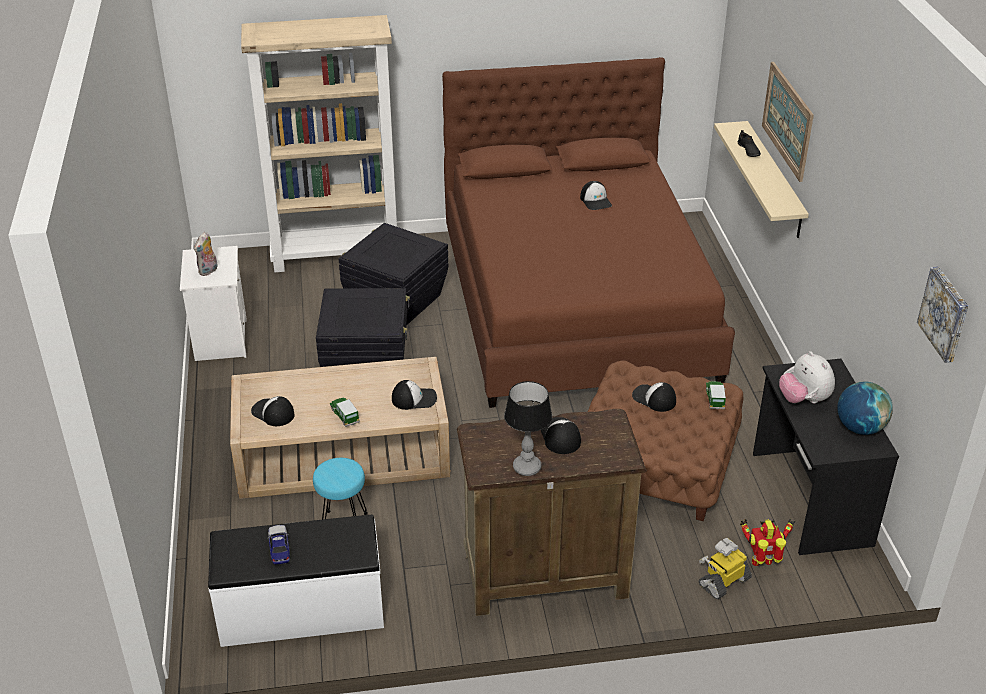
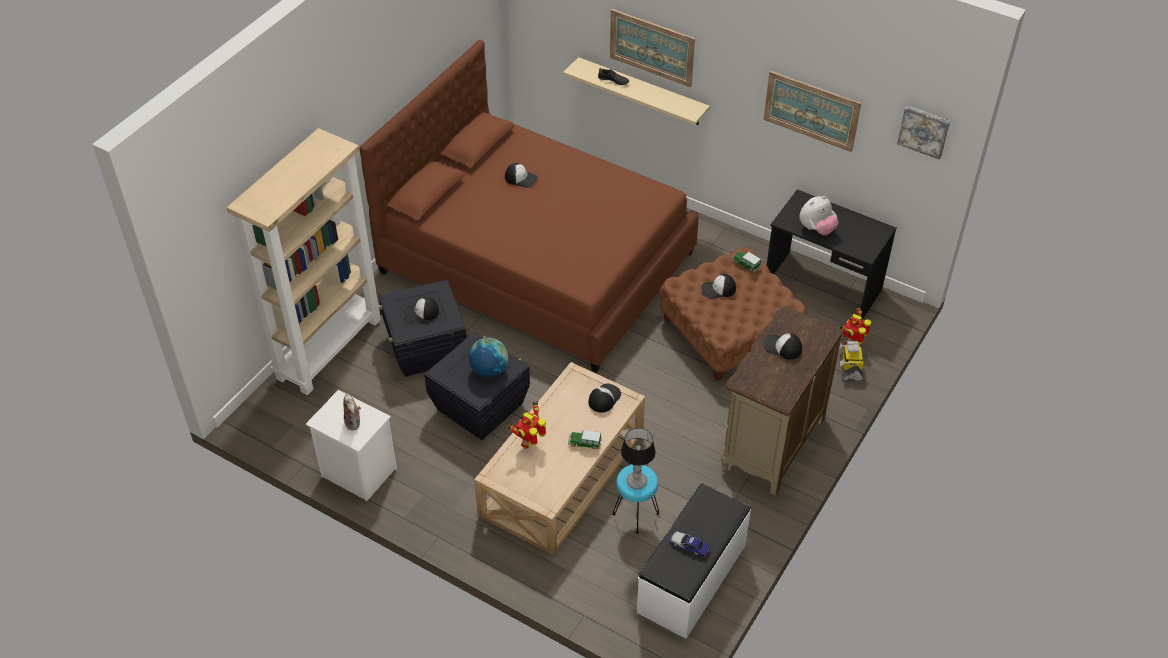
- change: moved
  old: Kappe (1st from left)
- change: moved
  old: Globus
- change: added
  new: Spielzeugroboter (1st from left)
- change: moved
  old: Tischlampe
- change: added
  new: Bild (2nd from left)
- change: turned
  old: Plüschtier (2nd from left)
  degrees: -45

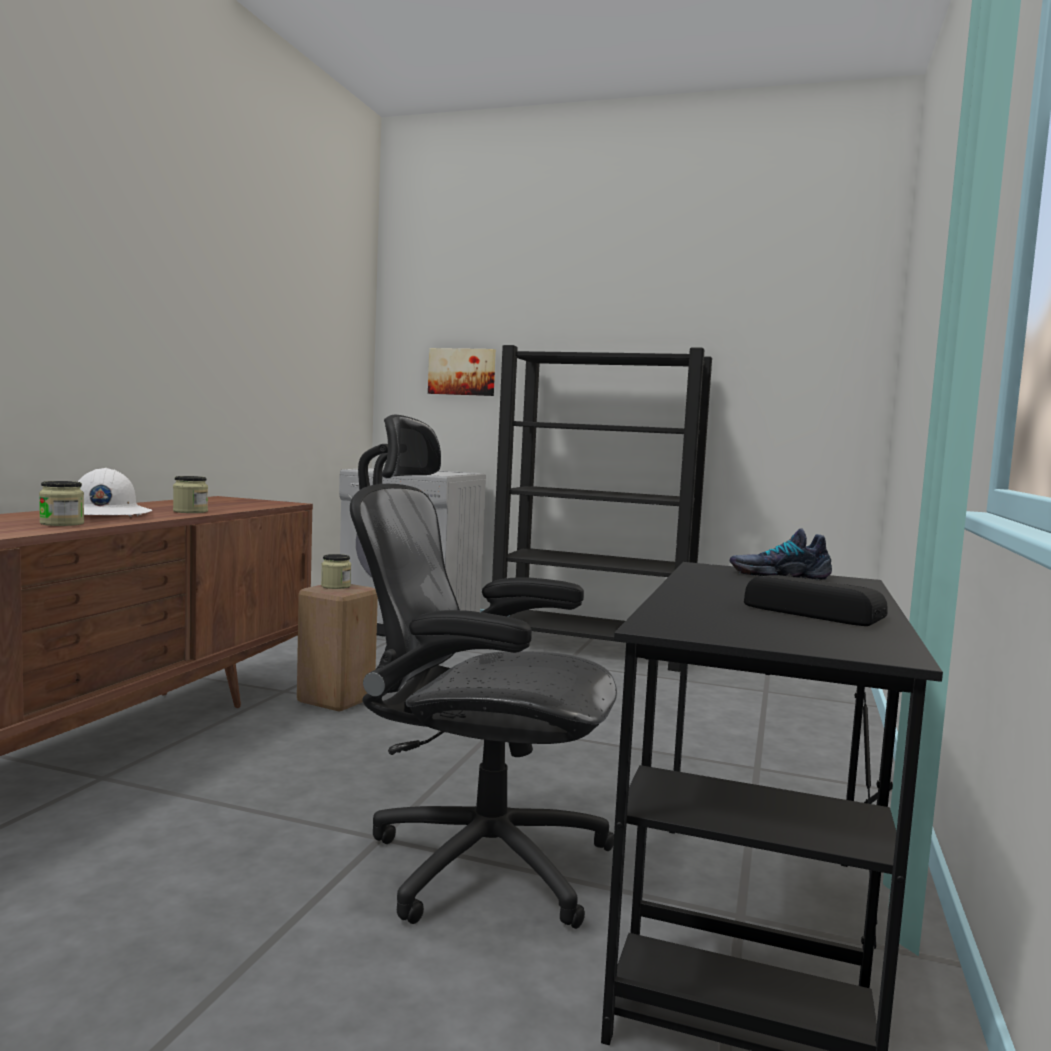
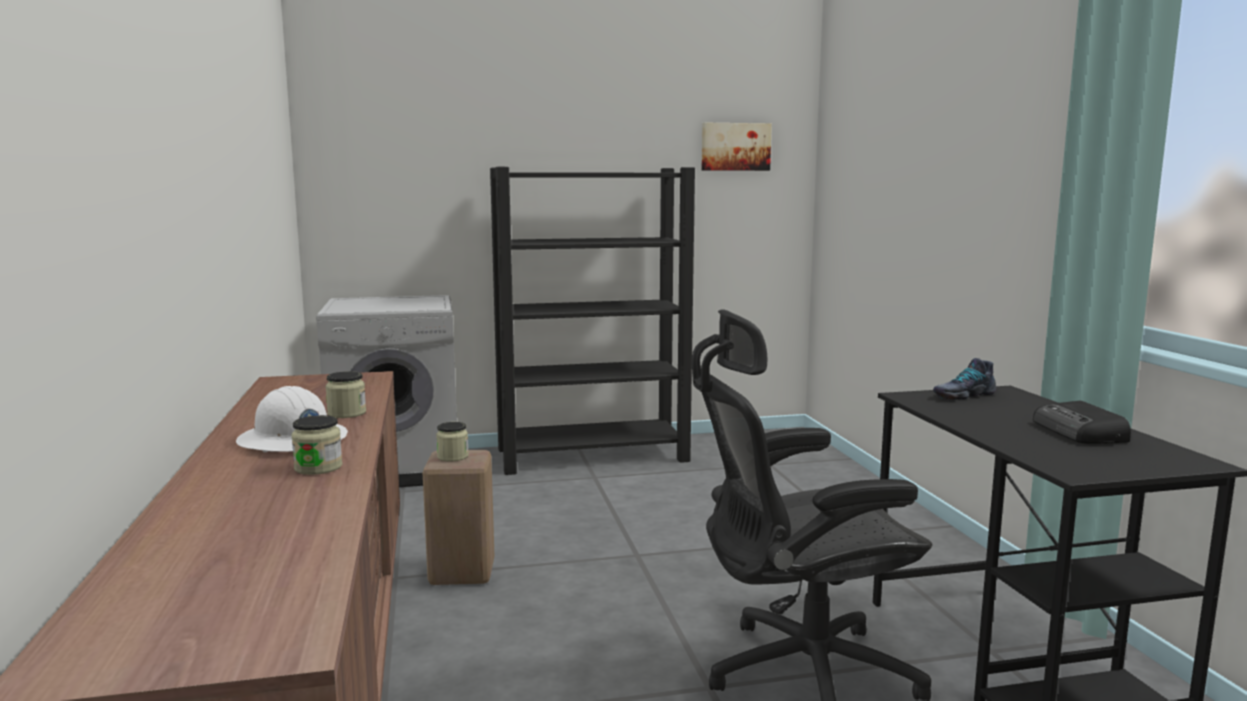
- change: moved
  old: Bild
- change: turned
  old: Radio
  degrees: -105

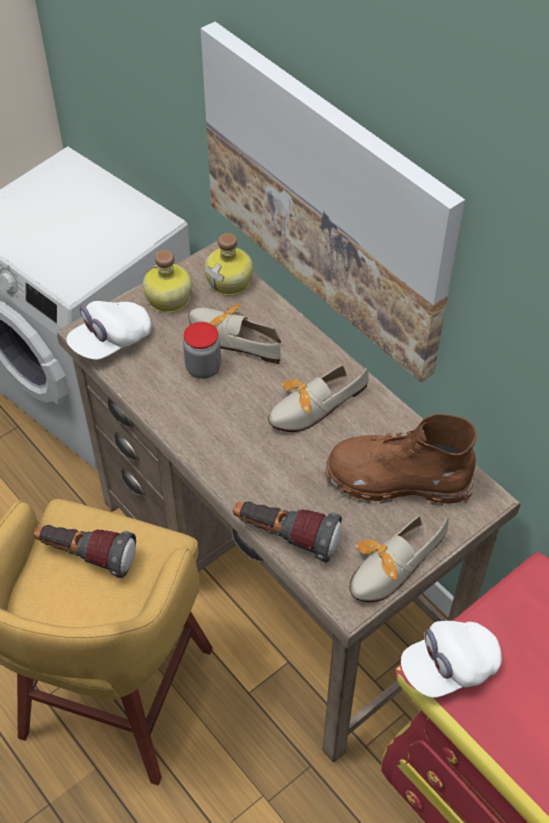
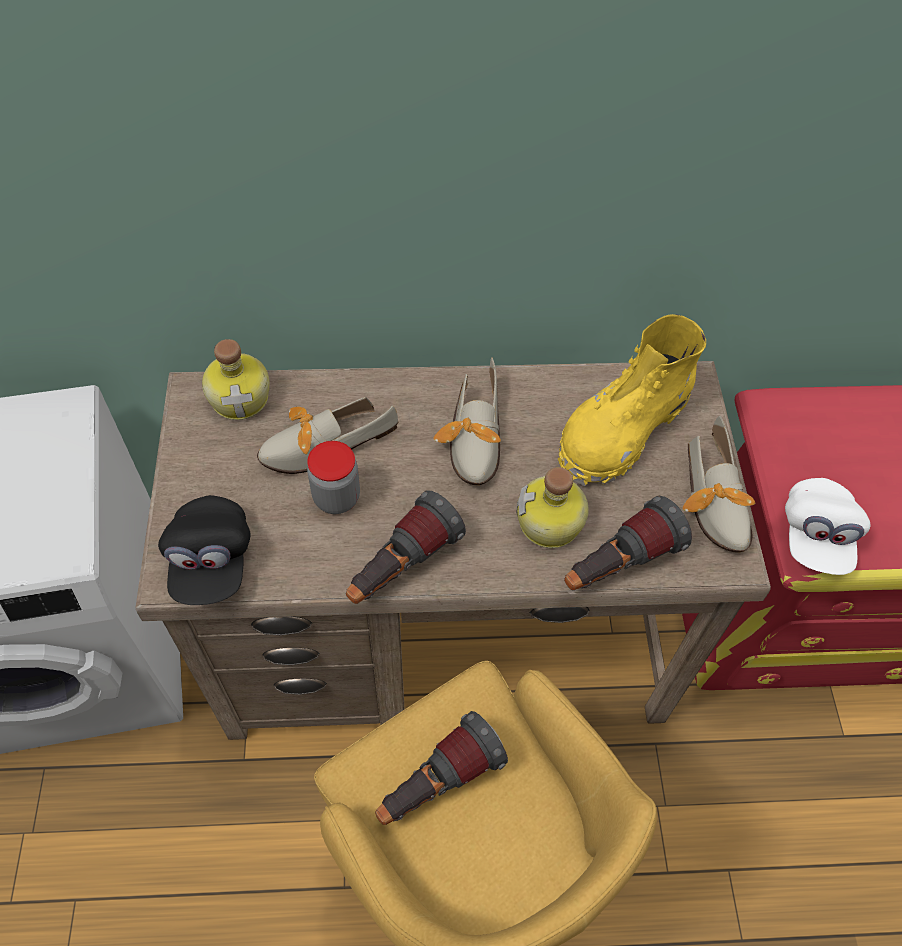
- change: recoloured
  old: Kappe (weiß) (1st from left)
  new: Kappe (schwarz)
- change: added
  new: Taschenlampe (1st from left)
- change: moved
  old: Flasche (1st from left in the first image)
  new: Flasche (2nd from left)
- change: recoloured
  old: Stiefel (braun)
  new: Stiefel (gelb)
- change: removed
  old: Bild

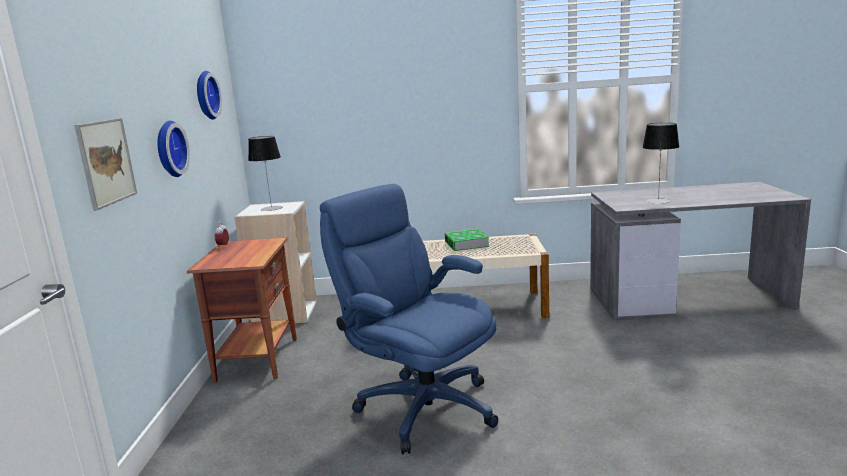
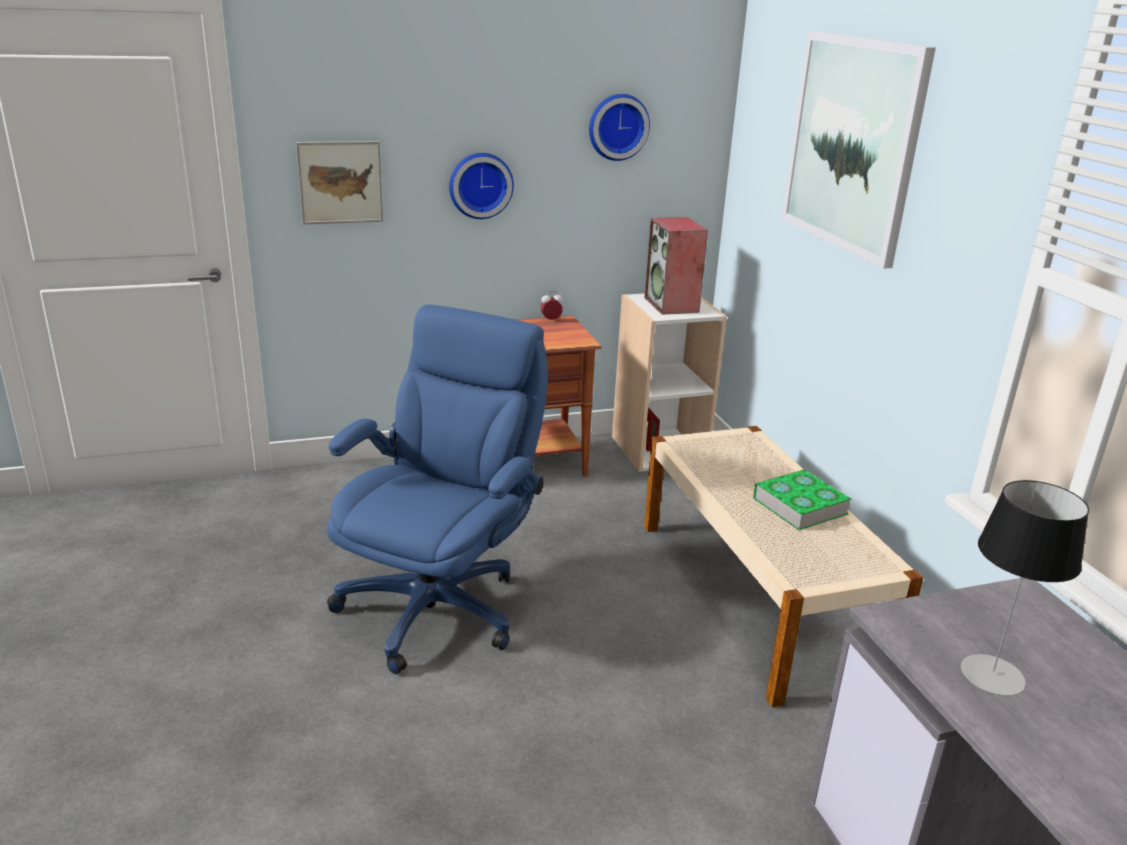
- change: replaced
  old: Tischlampe (1st from left)
  new: Lautsprecher
- change: added
  new: Bild (2nd from left)

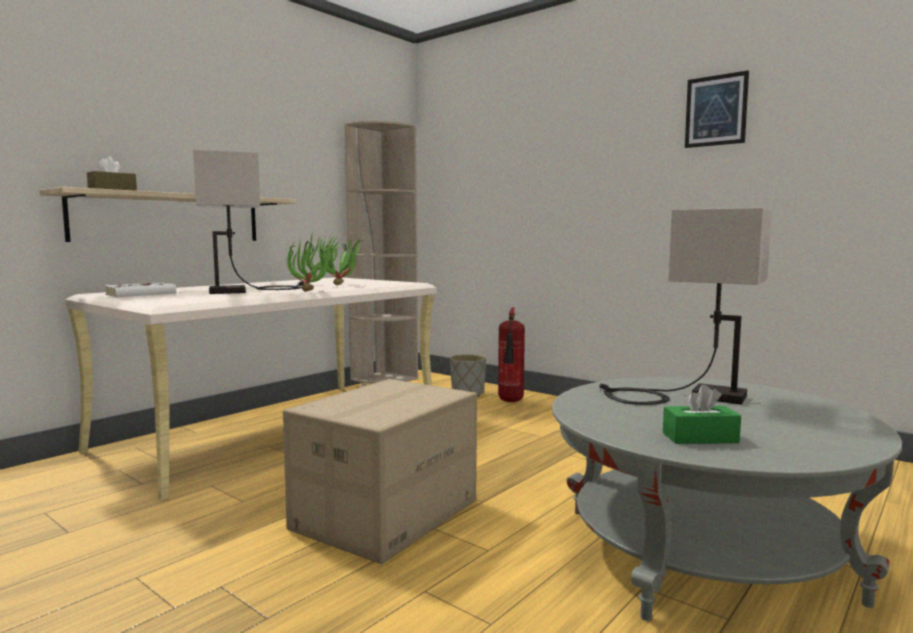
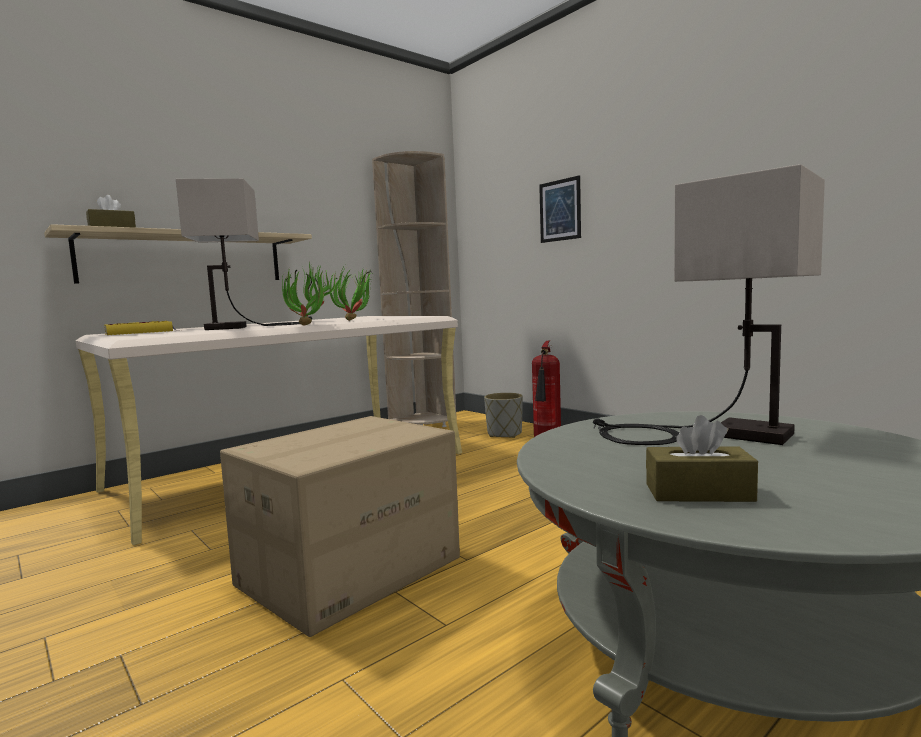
- change: recoloured
  old: Buch (weiß)
  new: Buch (gelb)
- change: moved
  old: Bild
- change: recoloured
  old: Taschentuchbox (grün)
  new: Taschentuchbox (braun) (2nd from left)

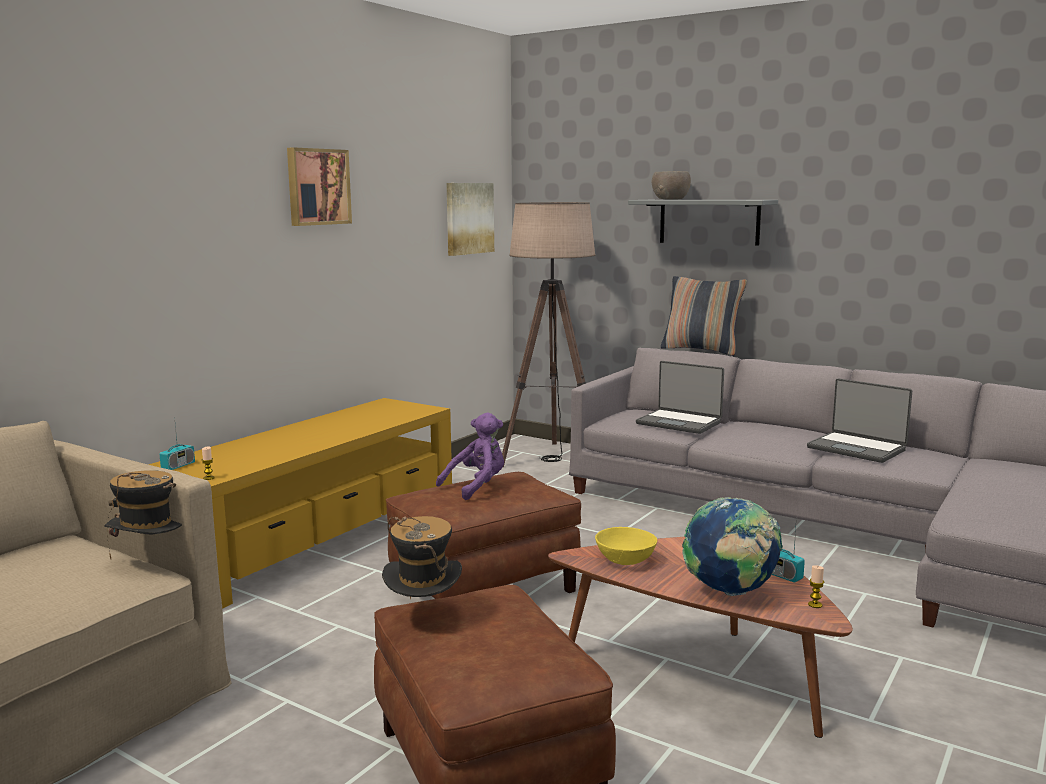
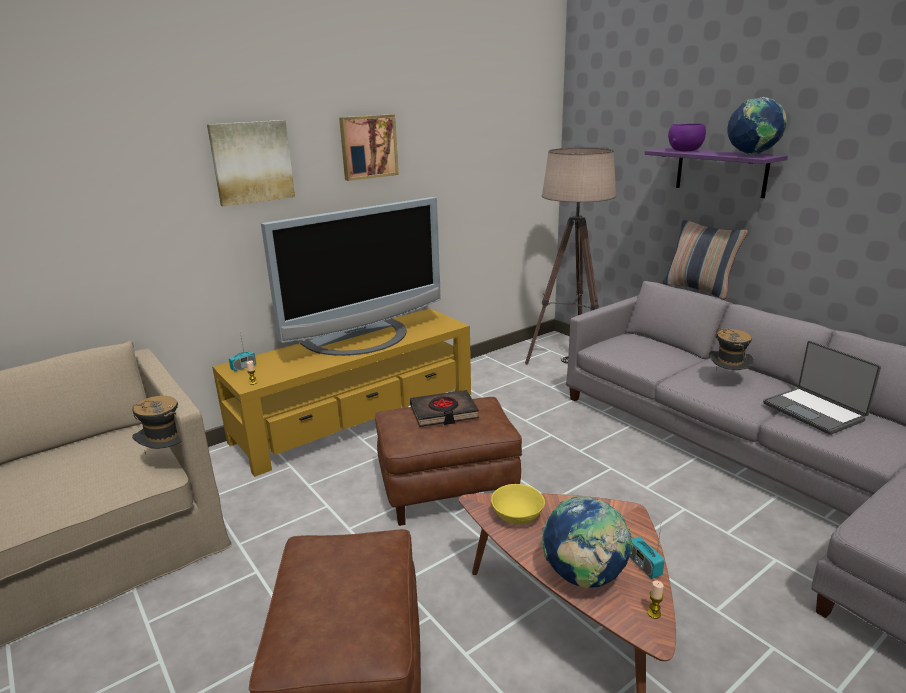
- change: moved
  old: Bild (2nd from left in the first image)
  new: Bild (1st from left)
- change: added
  new: Fernseher
- change: replaced
  old: Plüschtier (lila)
  new: Buch (schwarz)
- change: recoloured
  old: Wandregal (grau)
  new: Wandregal (lila)
- change: recoloured
  old: Schüssel (grau)
  new: Schüssel (lila)
- change: moved
  old: Hut (2nd from left)
- change: added
  new: Globus (2nd from left)
- change: removed
  old: Laptop (1st from left)

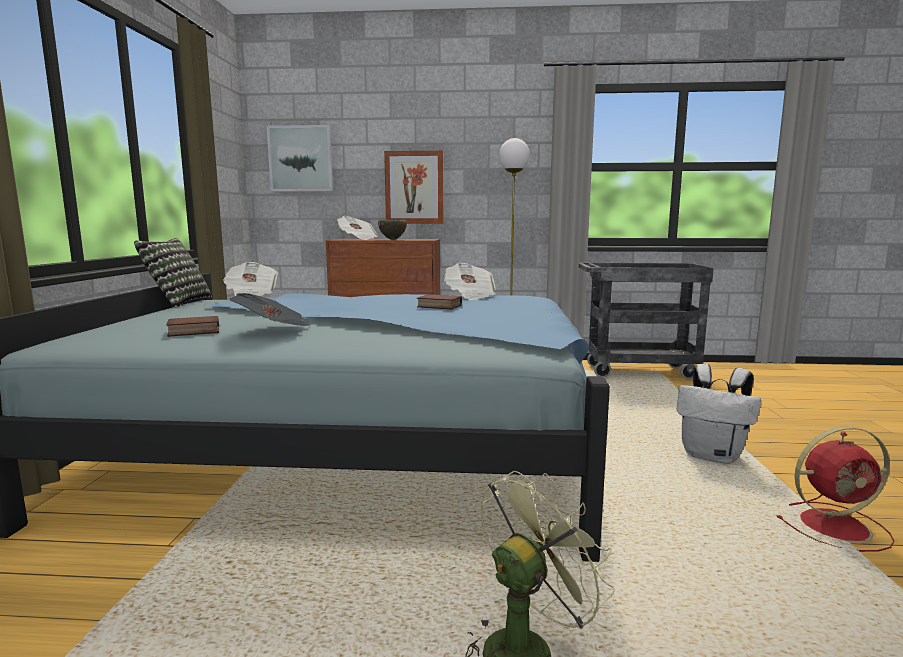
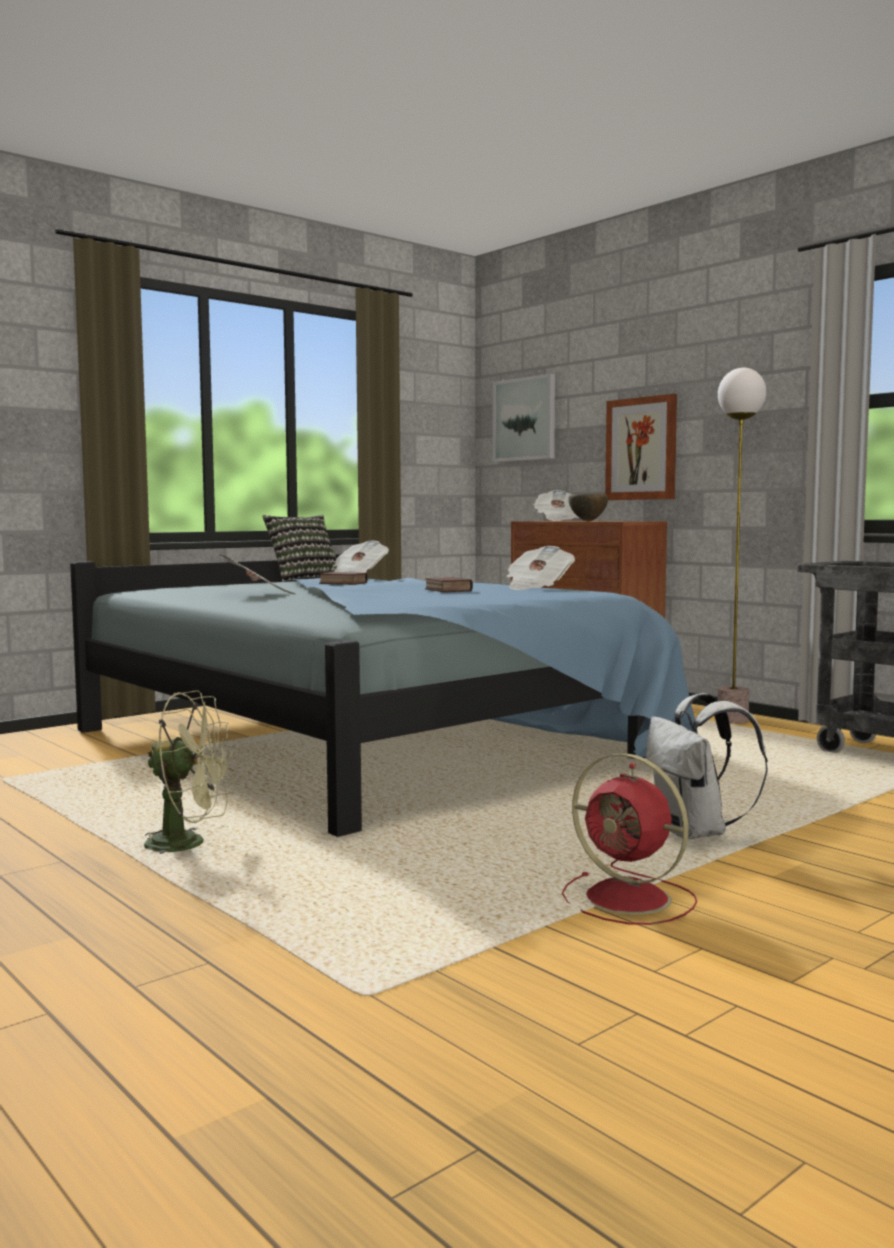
- change: moved
  old: Buch (1st from left)

